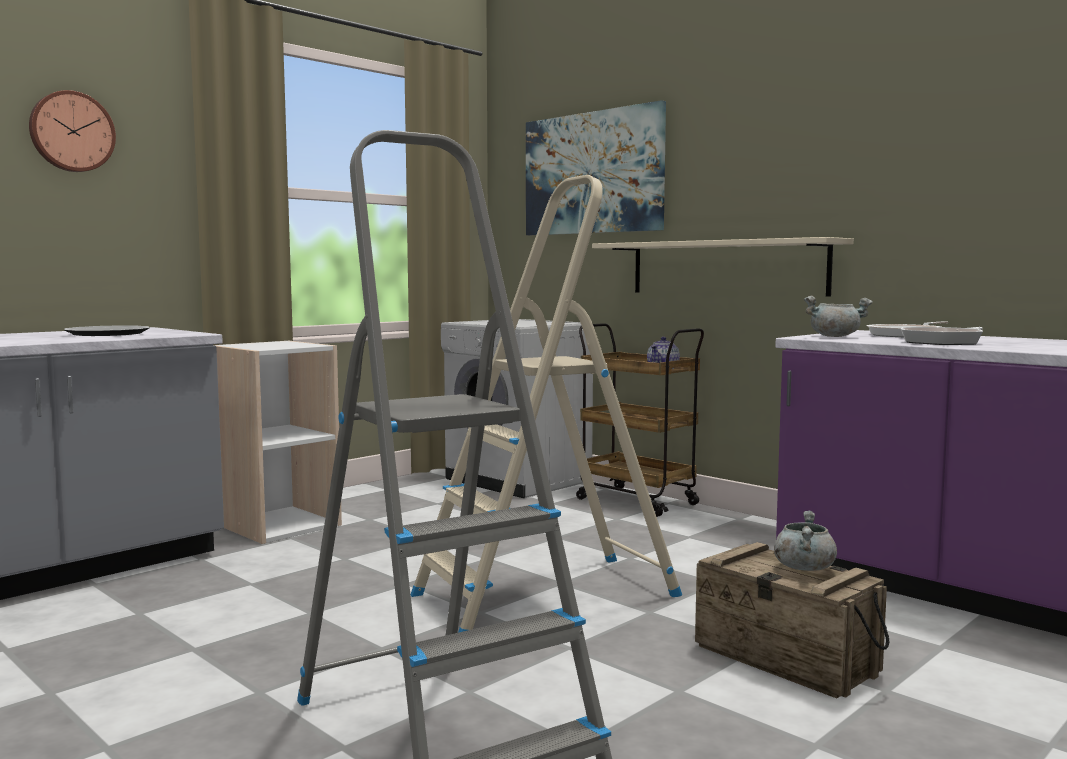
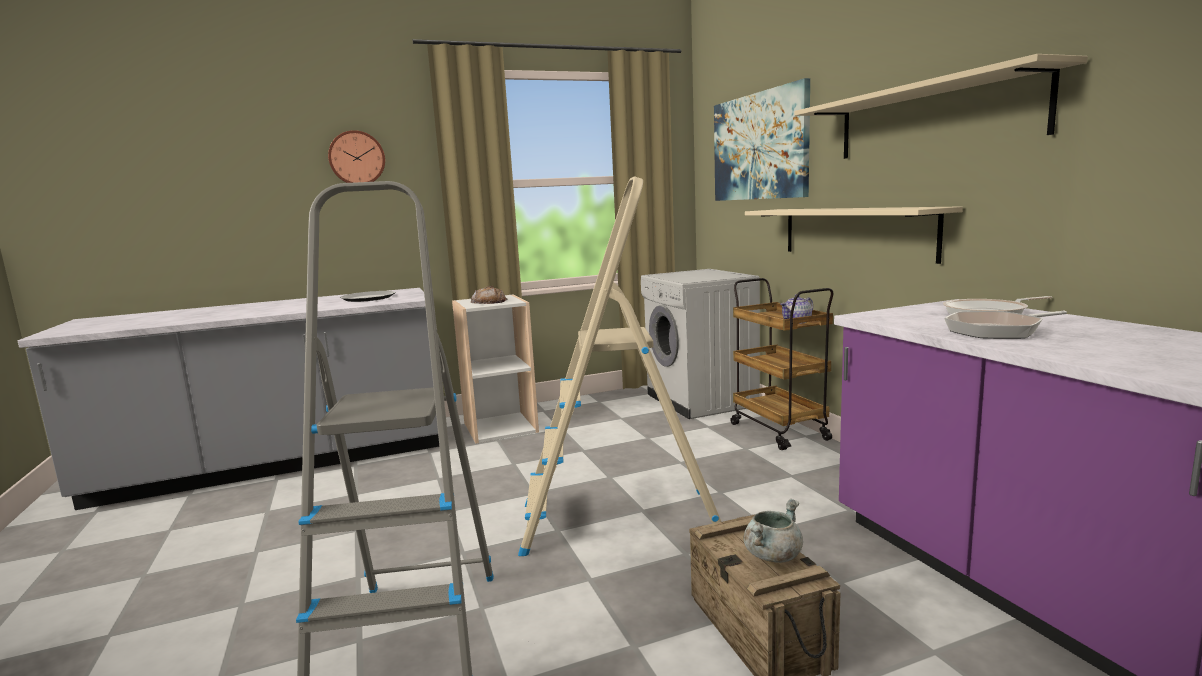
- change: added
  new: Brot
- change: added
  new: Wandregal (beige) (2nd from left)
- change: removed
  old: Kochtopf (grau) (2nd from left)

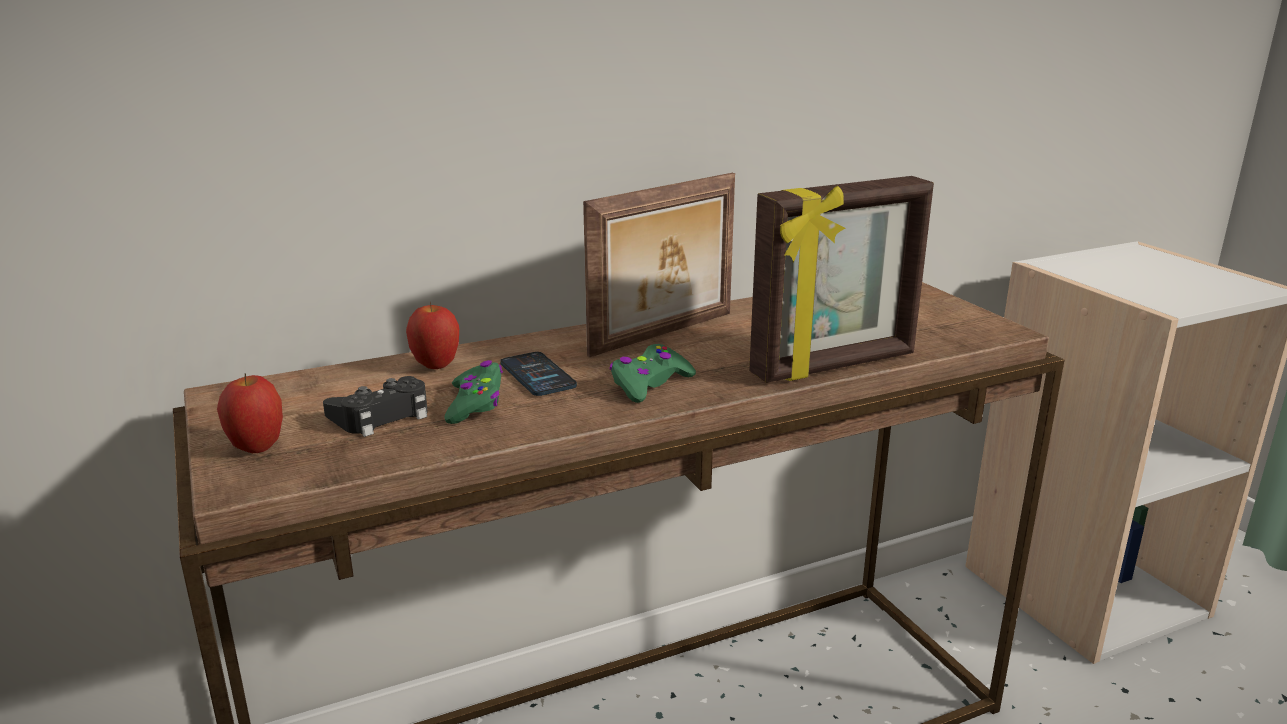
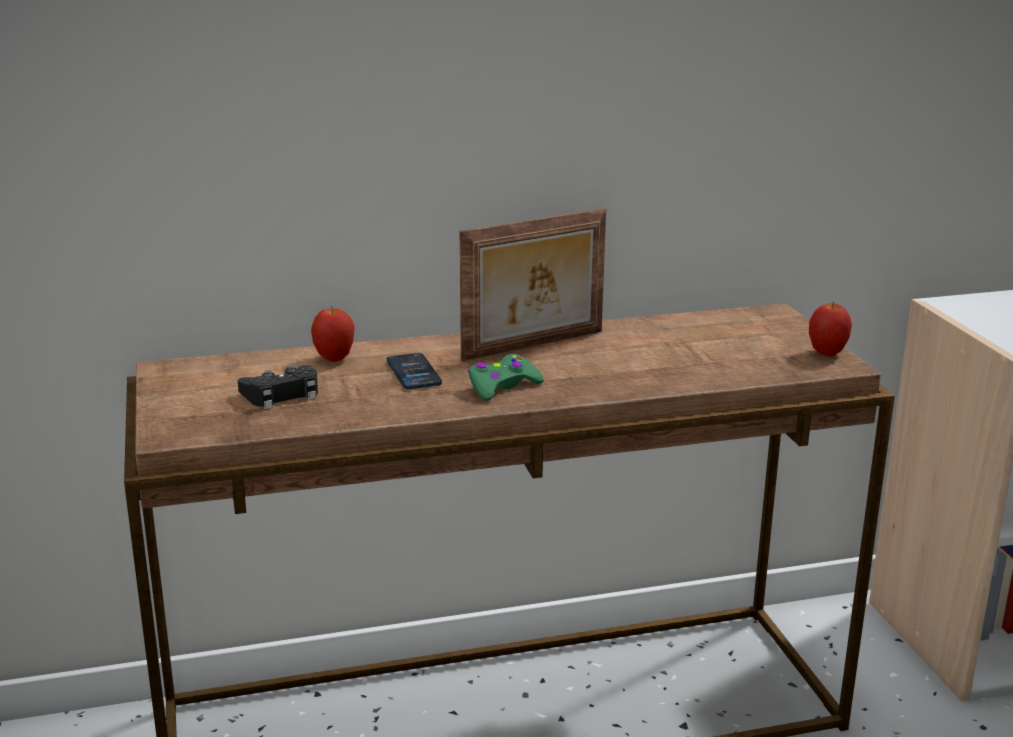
- change: moved
  old: Apfel (1st from left in the first image)
  new: Apfel (2nd from left)
- change: removed
  old: Gamepad (grün) (1st from left)
- change: removed
  old: Bilderrahmen (2nd from left)

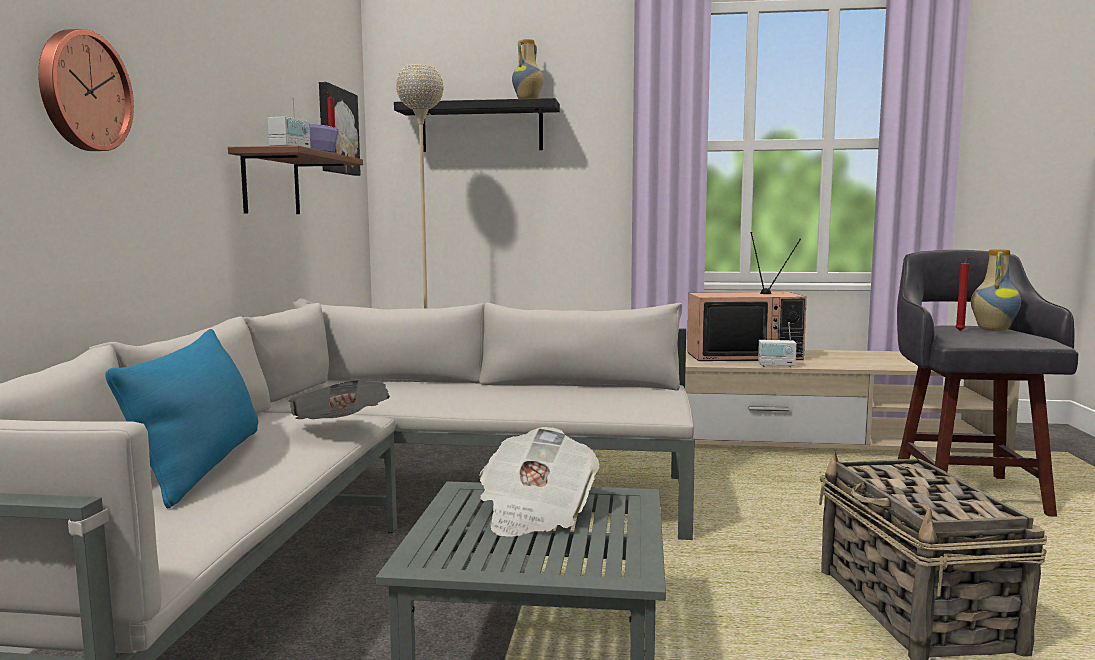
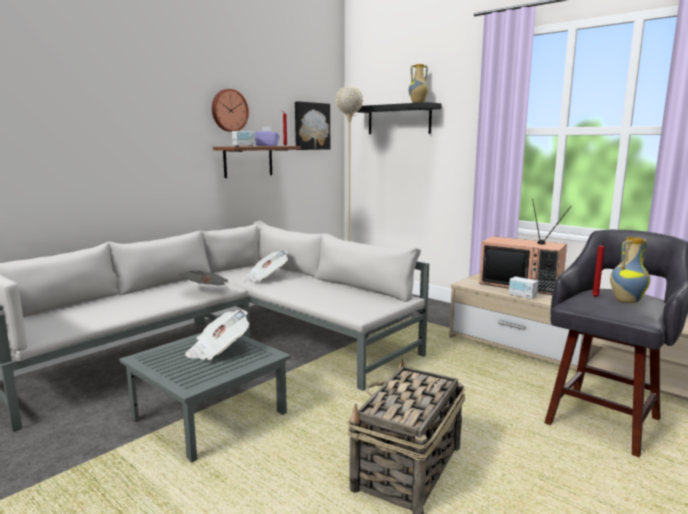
- change: moved
  old: Wanduhr
- change: added
  new: Zeitung (3rd from left)
- change: removed
  old: Kissen (blau)

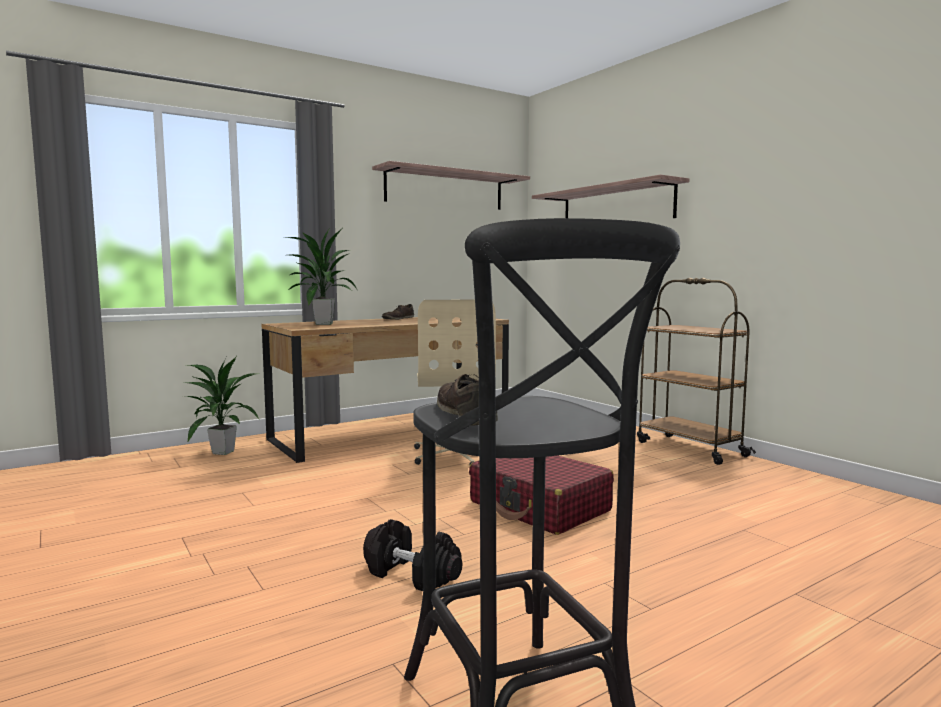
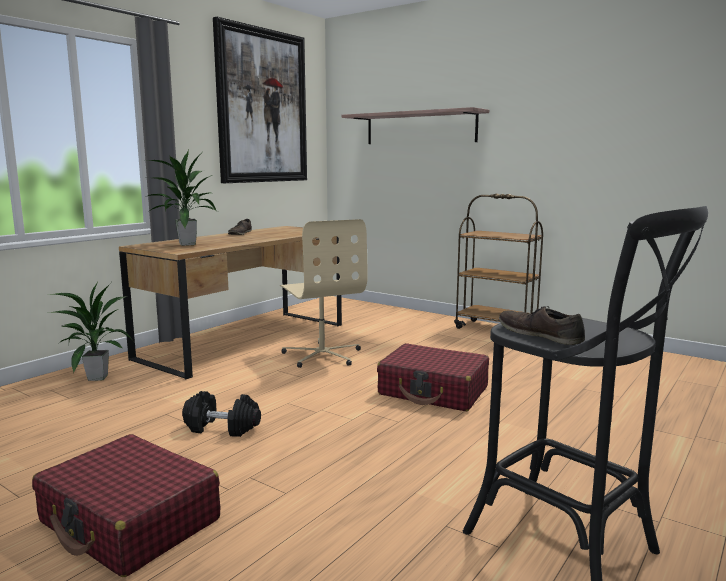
- change: added
  new: Koffer (rot) (1st from left)
- change: moved
  old: Hantel (schwarz)
- change: replaced
  old: Wandregal (1st from left)
  new: Bild

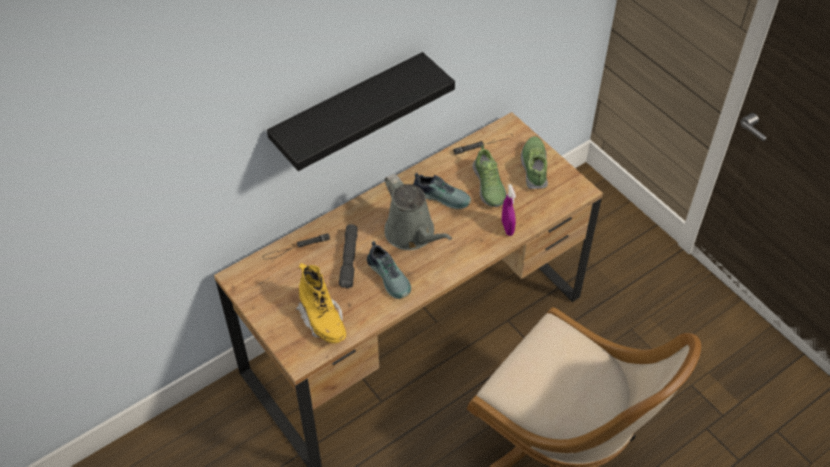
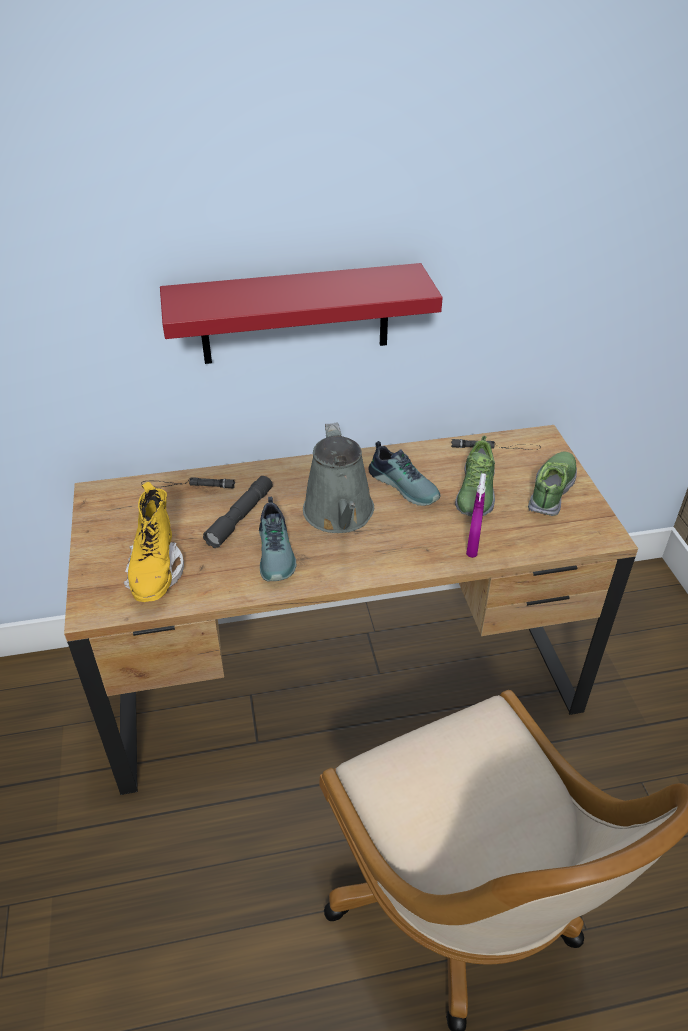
- change: recoloured
  old: Wandregal (schwarz)
  new: Wandregal (rot)

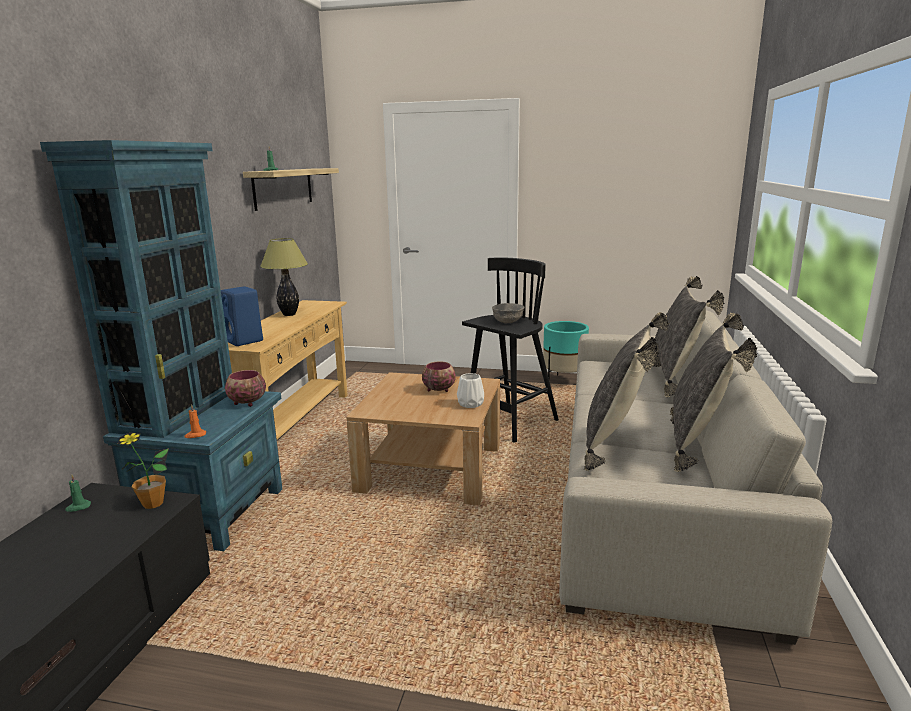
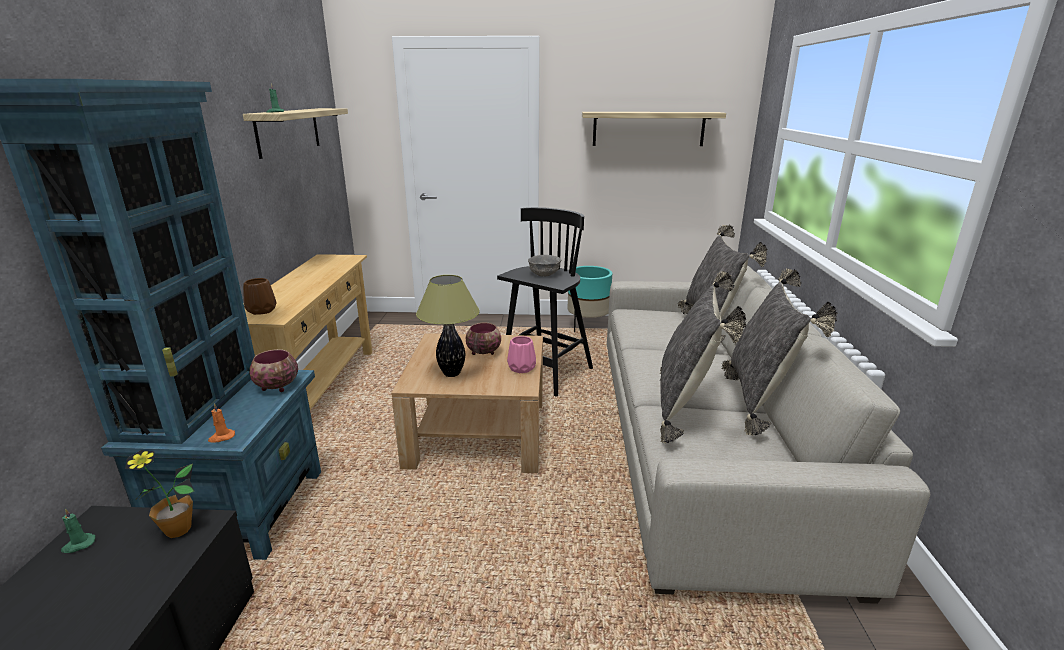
- change: replaced
  old: Lautsprecher (blau)
  new: Vase (braun)
- change: moved
  old: Tischlampe
- change: recoloured
  old: Vase (weiß)
  new: Vase (rosa)
- change: added
  new: Wandregal (2nd from left)

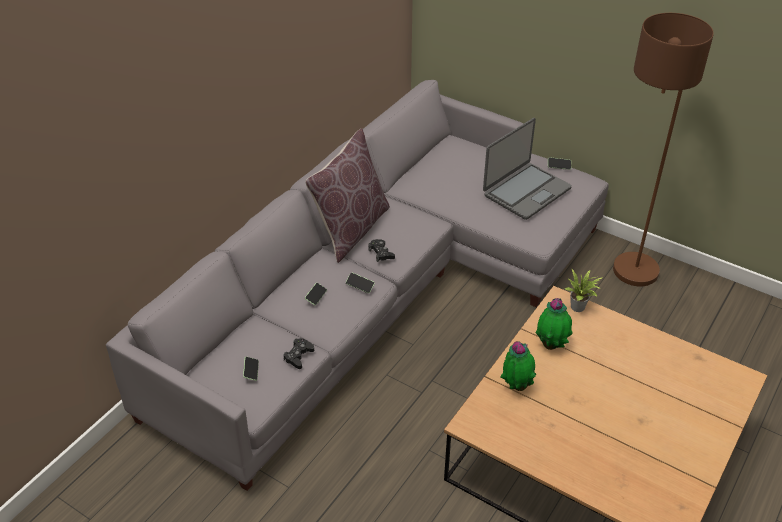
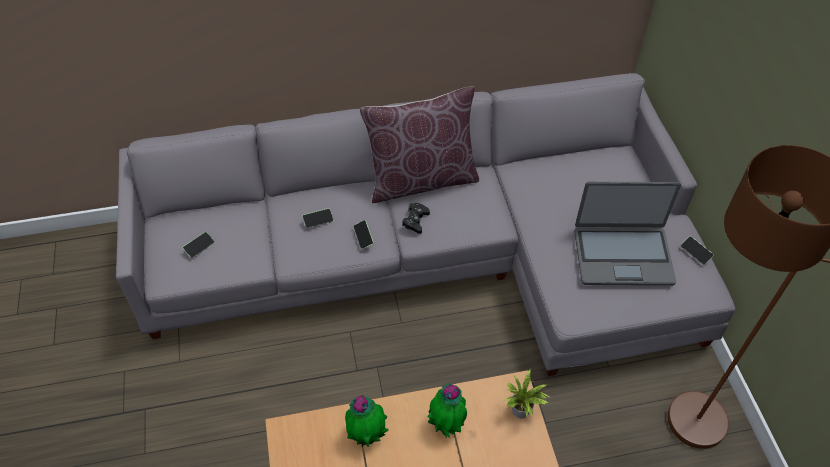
- change: removed
  old: Gamepad (schwarz) (1st from left)

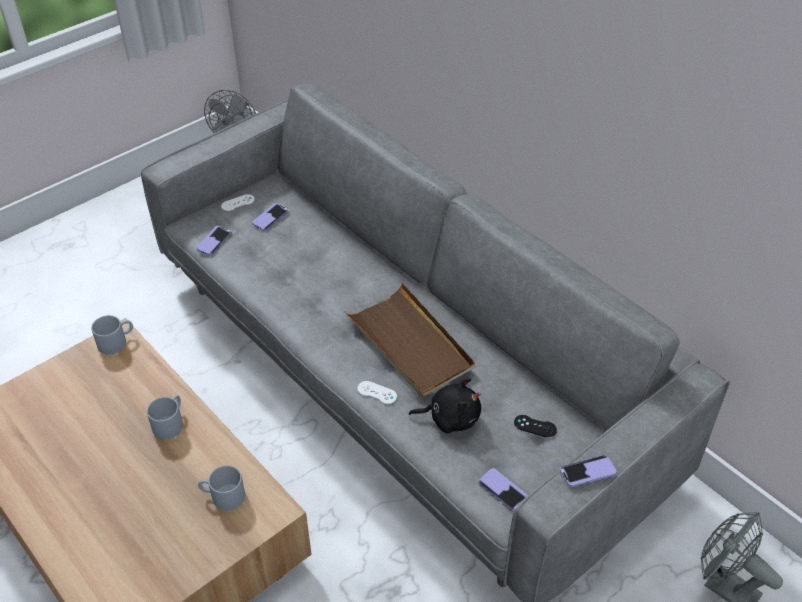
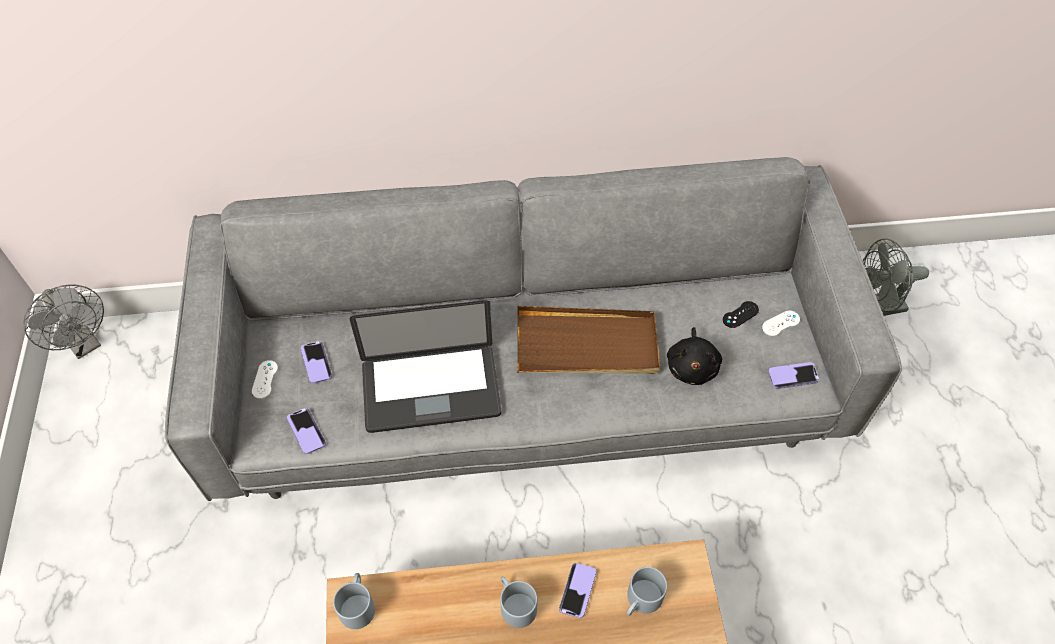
- change: added
  new: Laptop
- change: moved
  old: Handy (4th from left in the first image)
  new: Handy (3rd from left)
- change: turned
  old: Plüschtier (schwarz)
  degrees: 150
- change: moved
  old: Gamepad (weiß) (2nd from left)

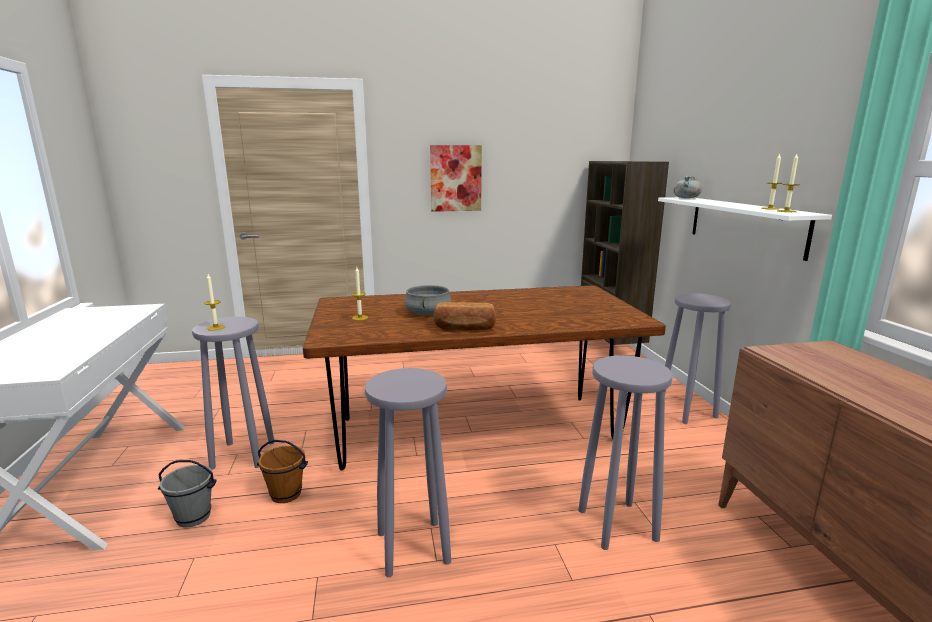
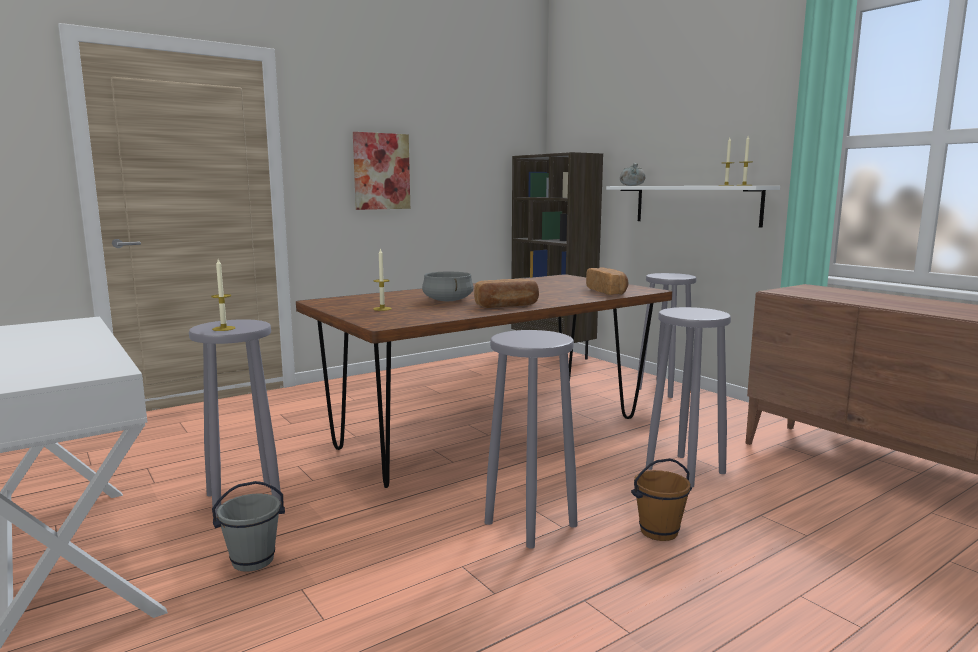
- change: added
  new: Brot (2nd from left)
- change: moved
  old: Eimer (braun)

